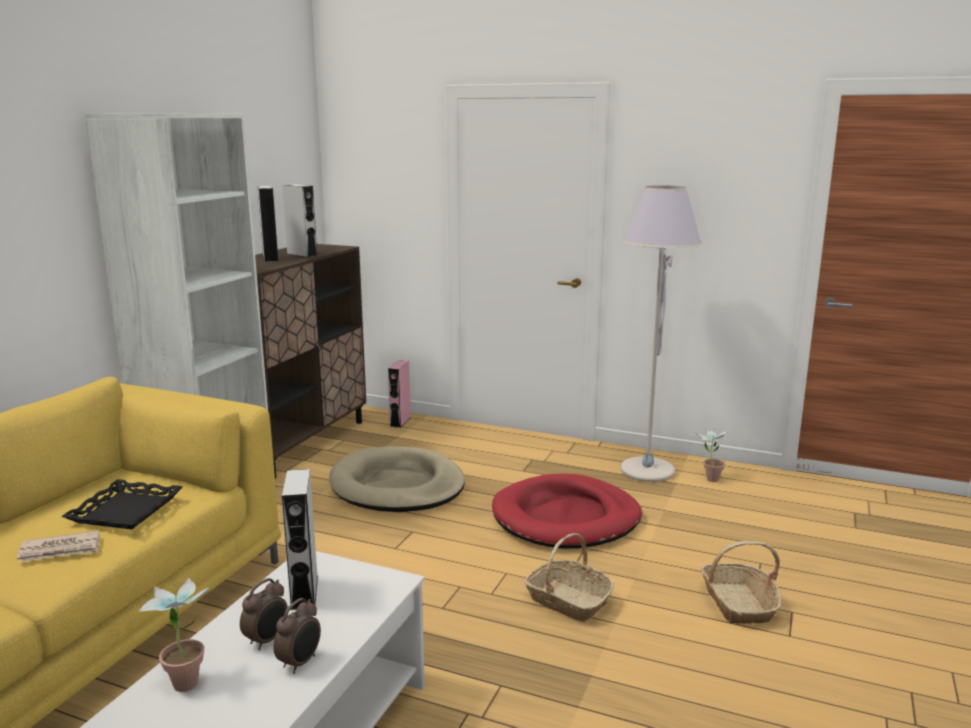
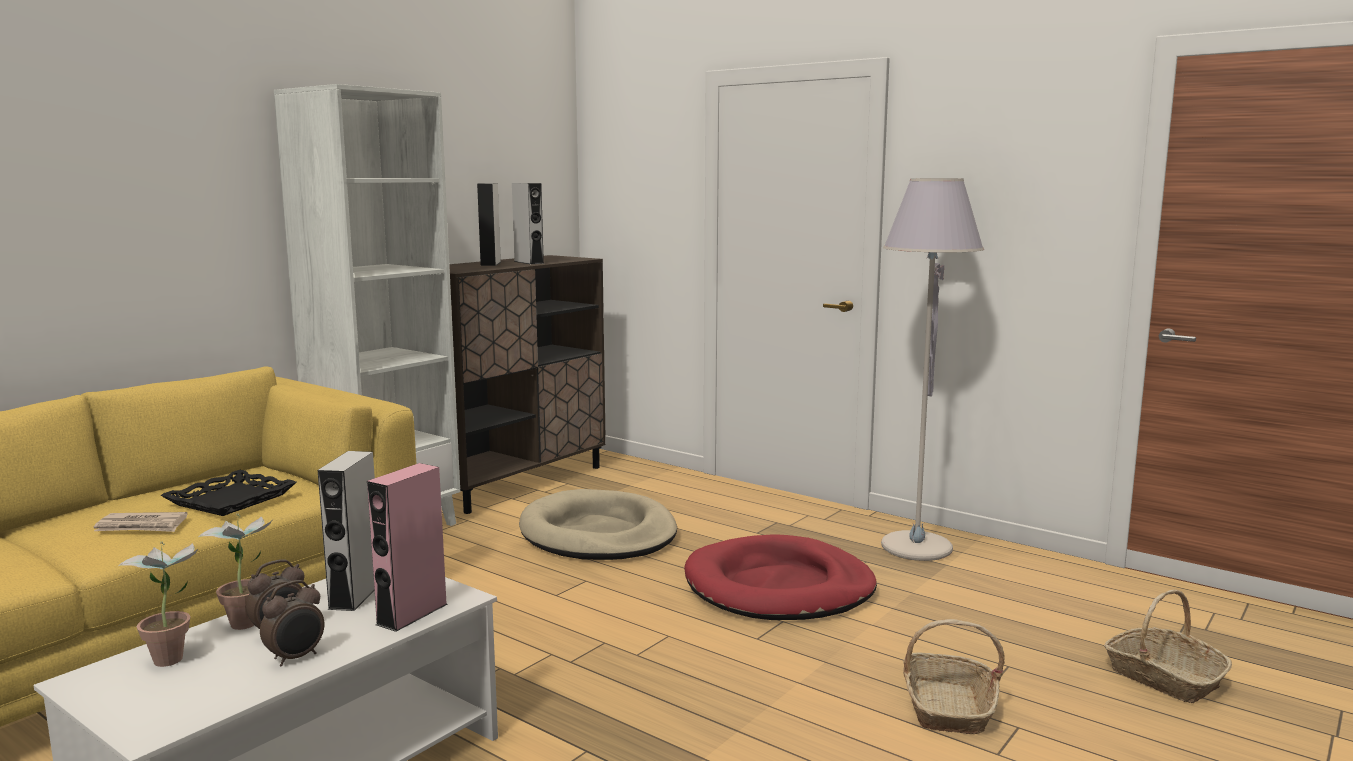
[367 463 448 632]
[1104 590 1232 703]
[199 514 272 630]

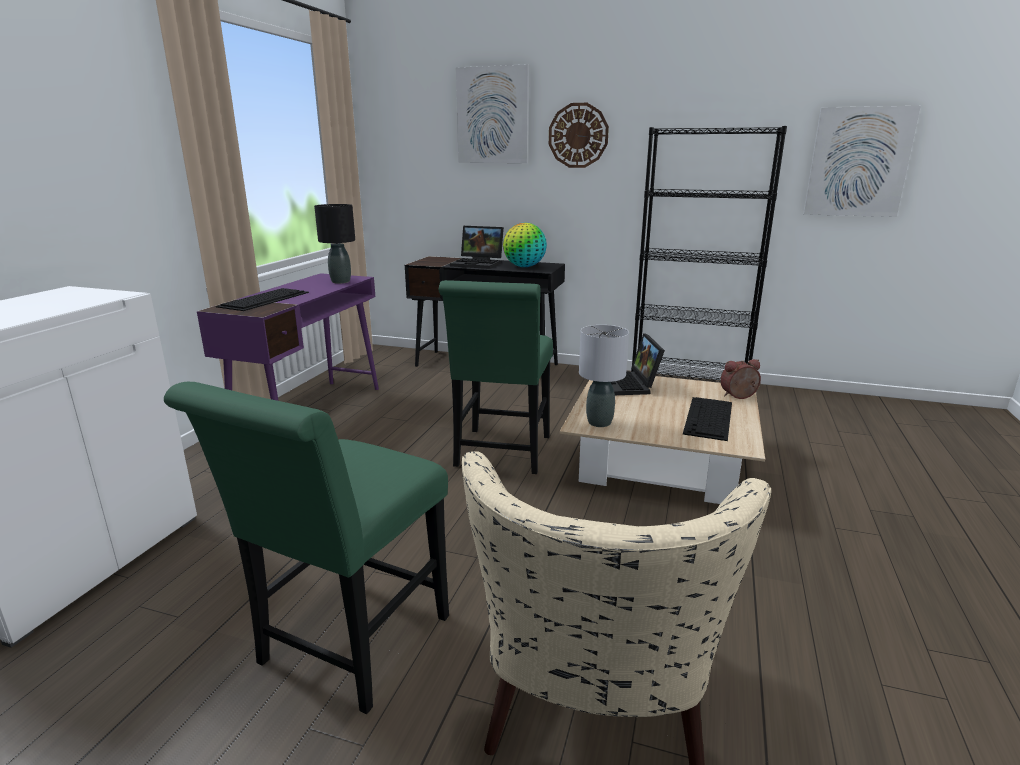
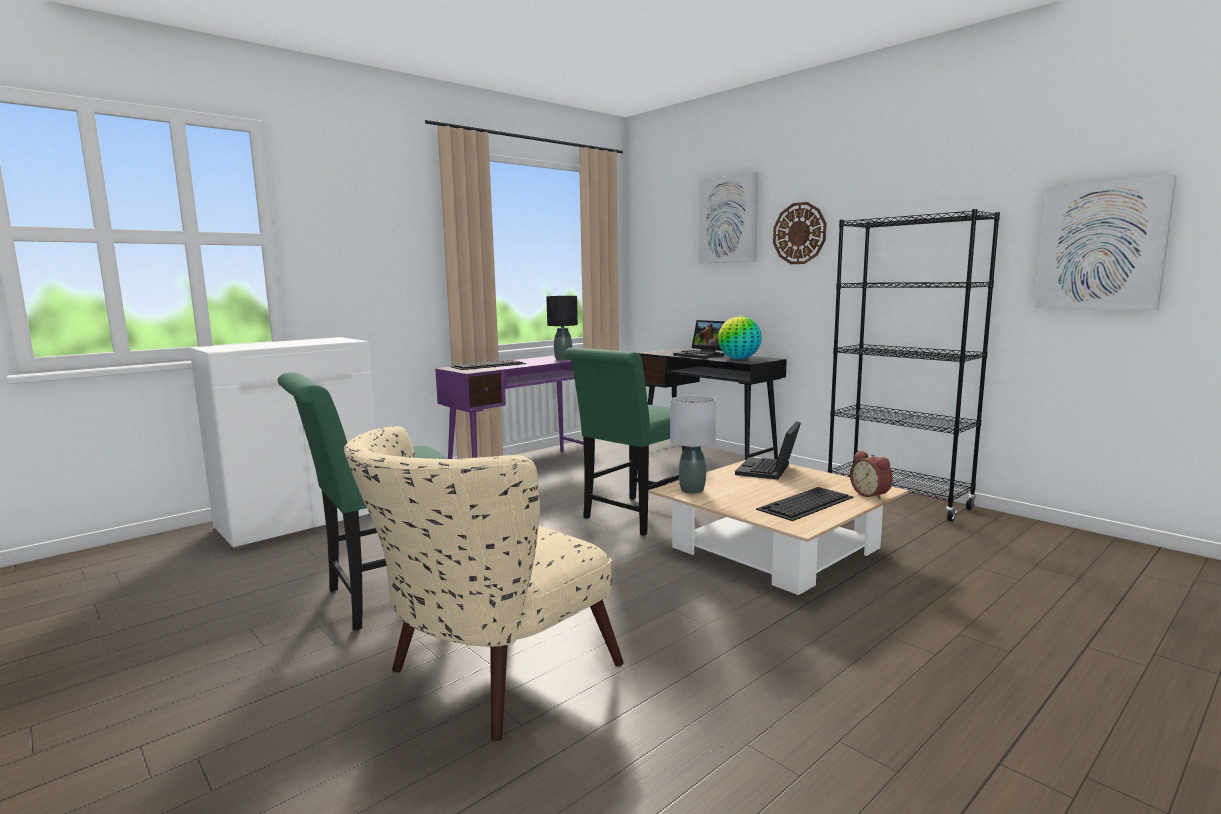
[850 450 893 500]

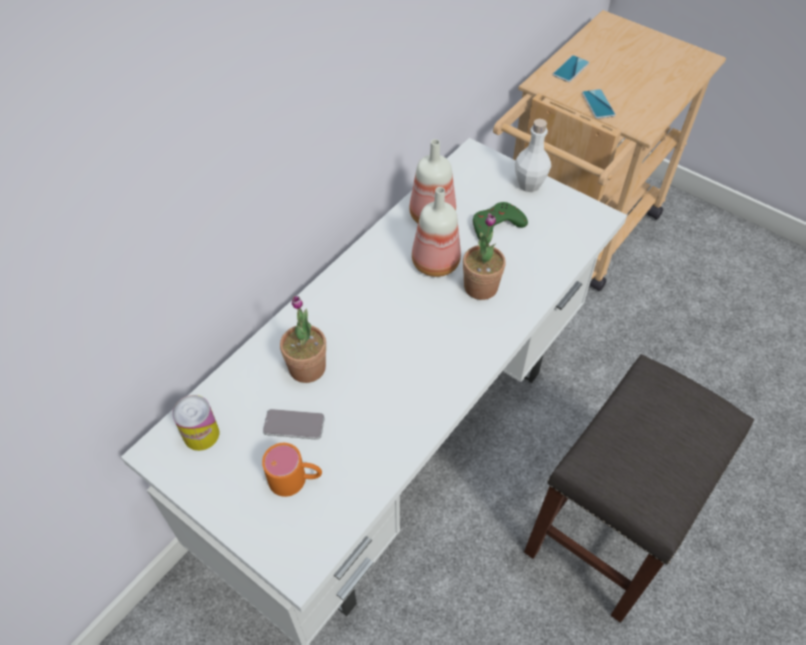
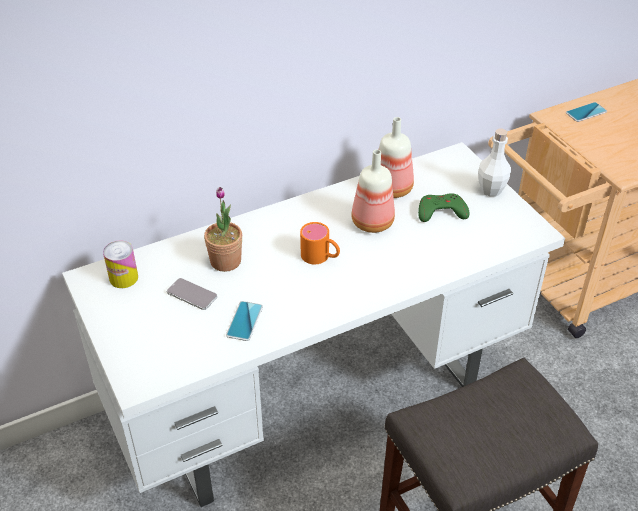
[463 213 506 300] (first image)
[300 222 340 264]
[226 301 263 341]

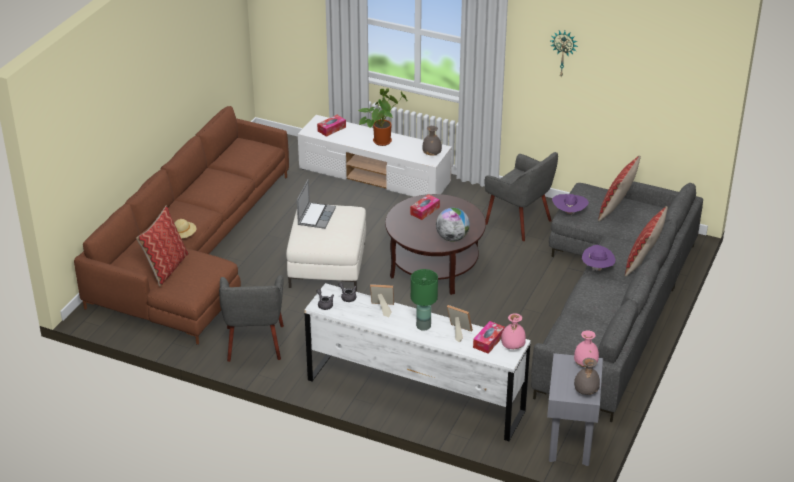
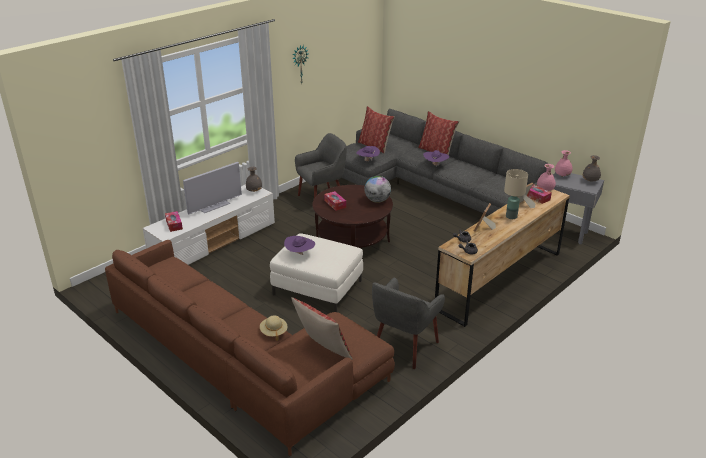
[284 236 315 255]
[183 162 242 215]
[435 185 570 327]
[504 169 528 219]
[372 278 445 369]

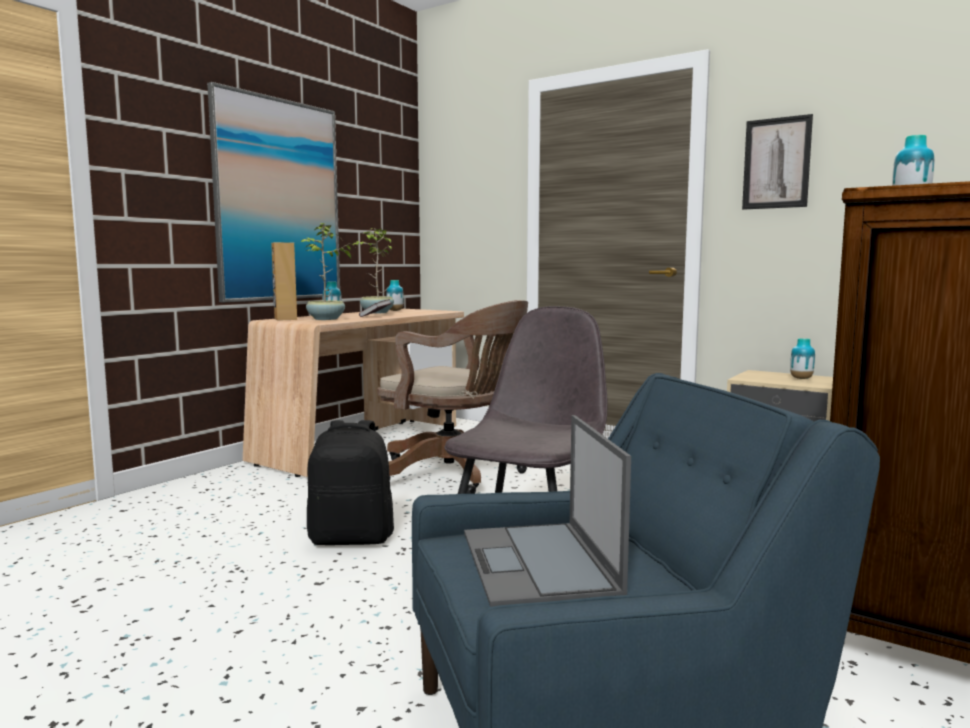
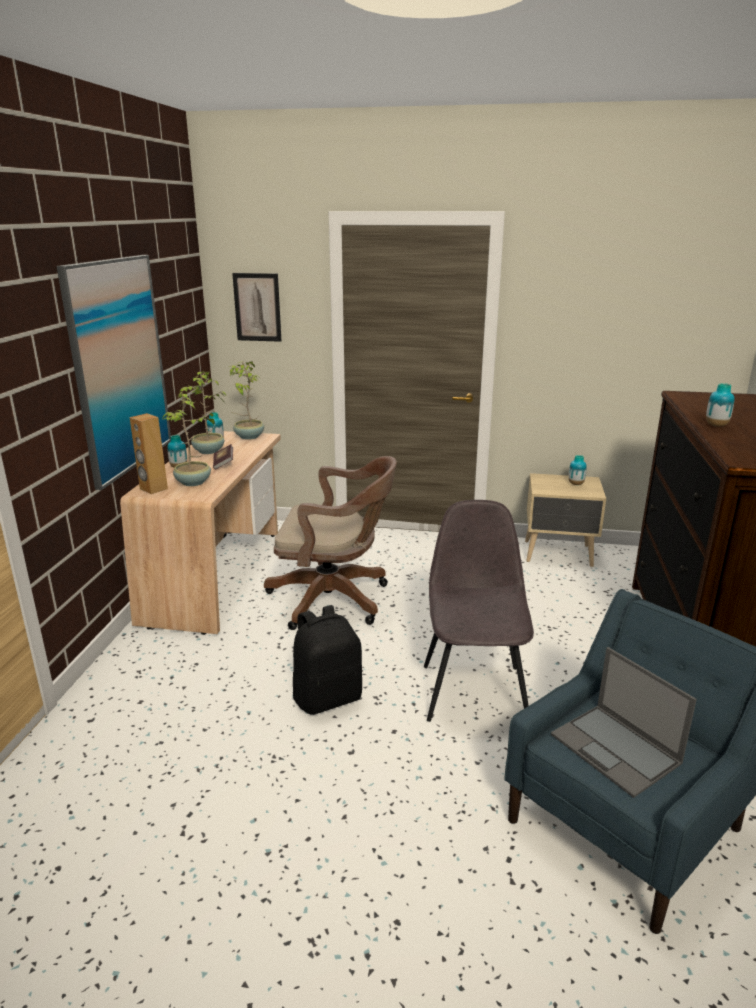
[229 361 264 440]
[232 273 281 342]

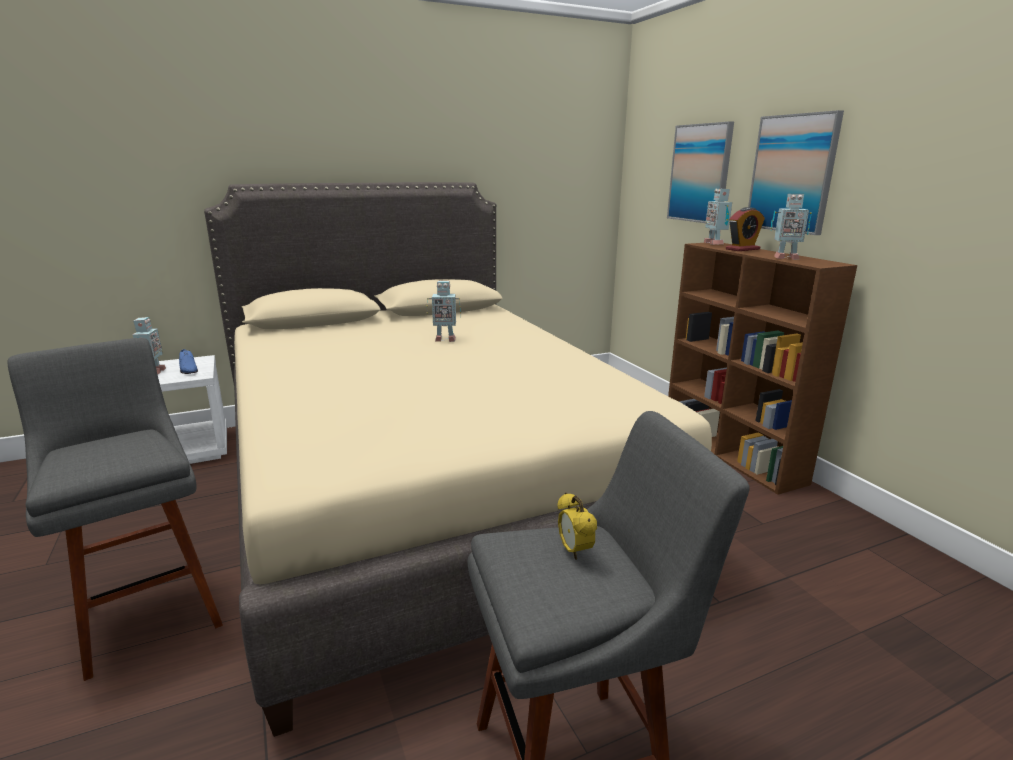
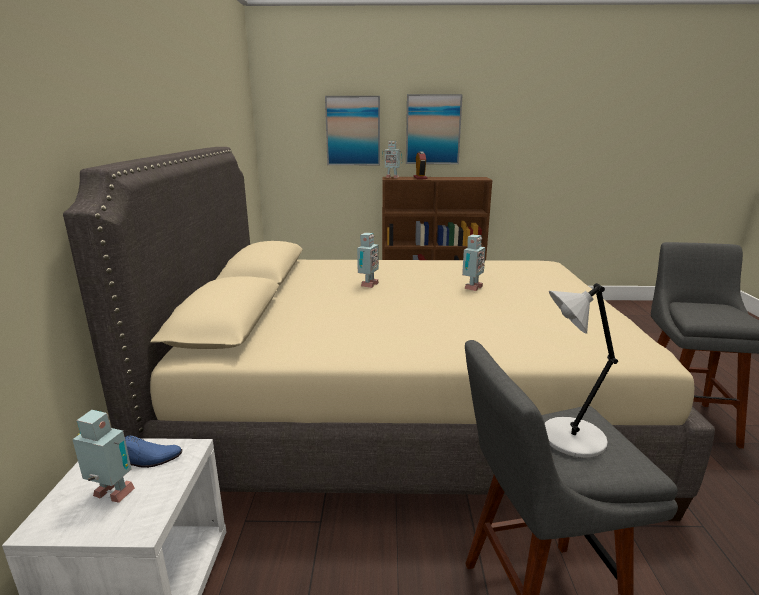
[557 493 597 560] (first image)
[545 283 618 458]
[462 235 486 291]

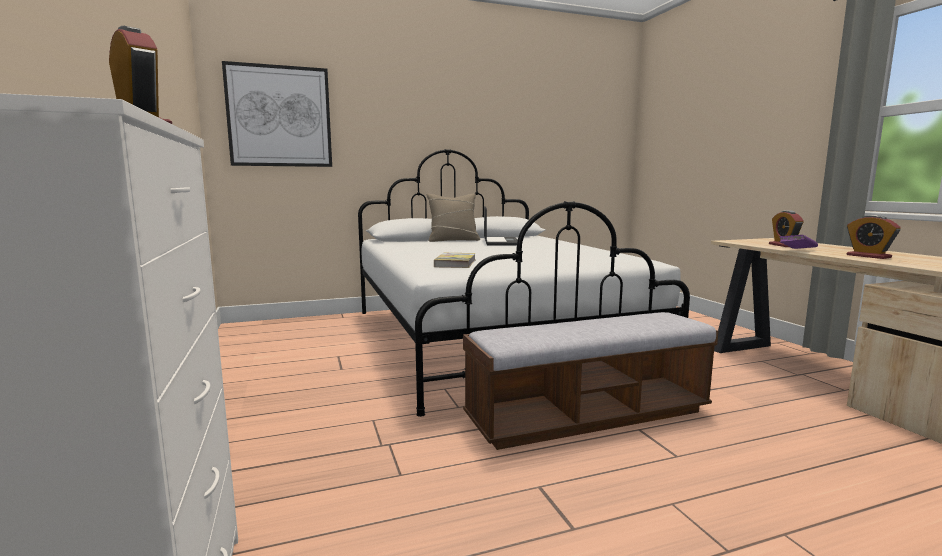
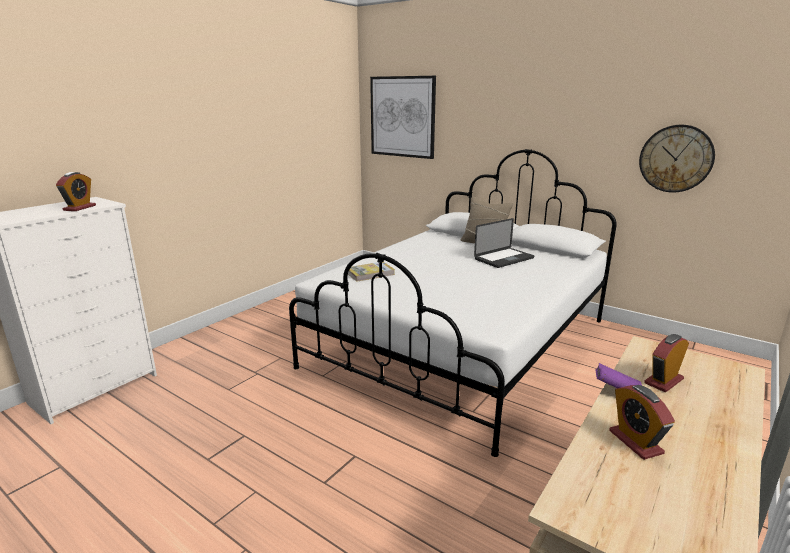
[463 312 718 450] (first image)
[639 125 715 193]
[609 385 675 460]

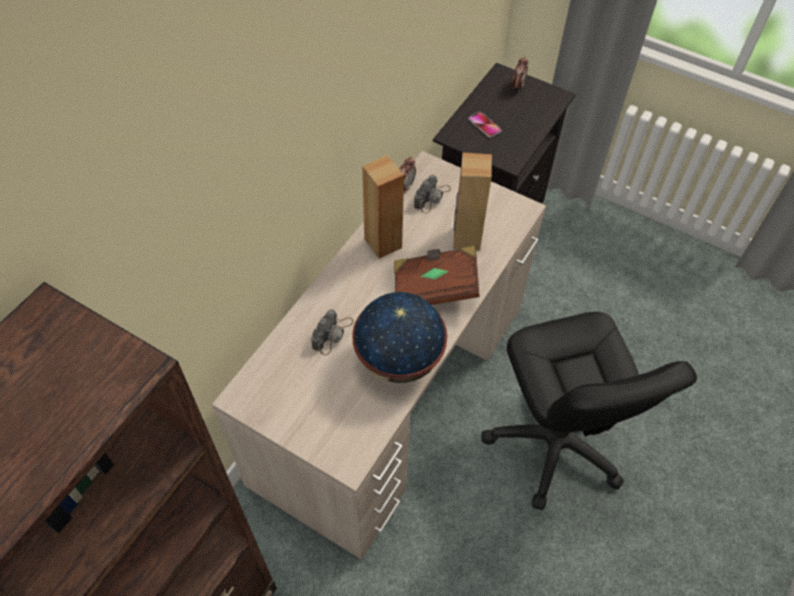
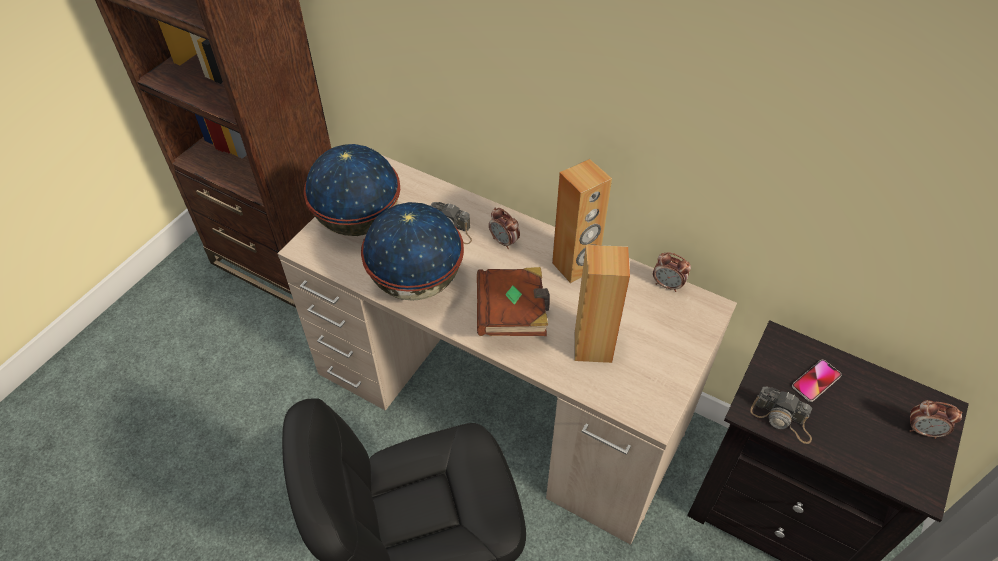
[304 144 400 236]
[489 208 520 249]
[750 387 812 444]

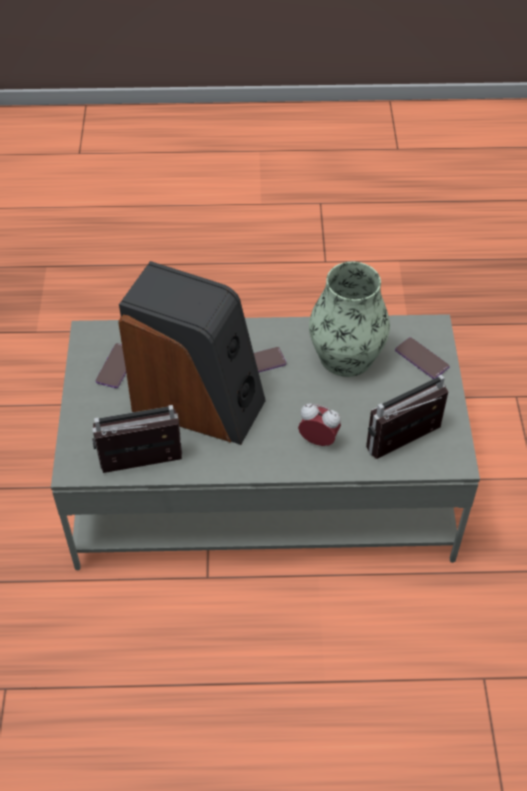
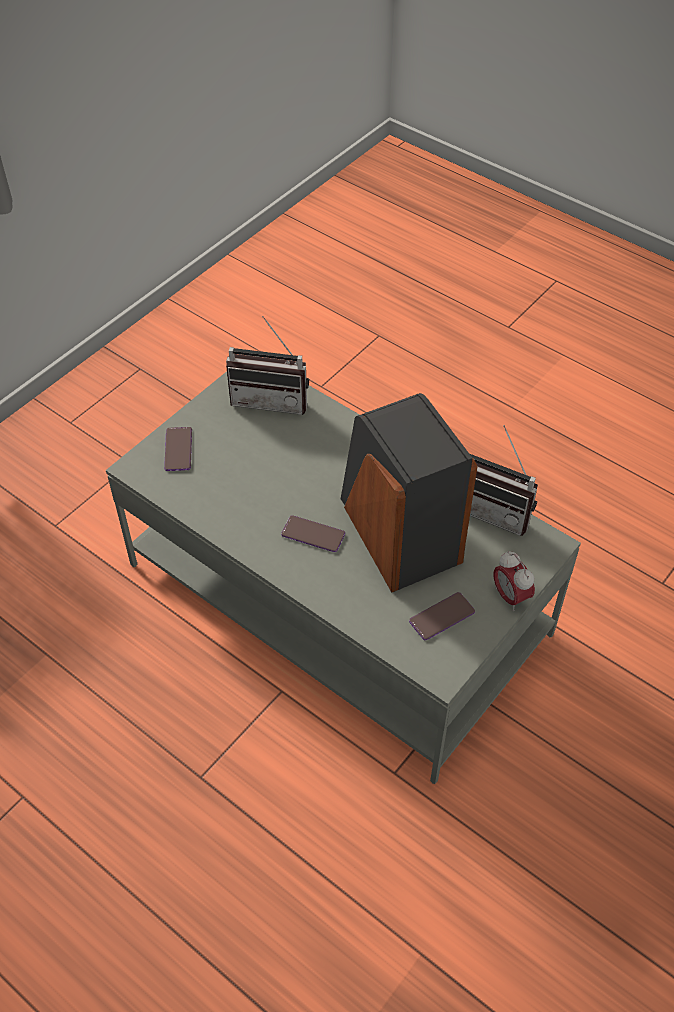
[309 262 390 377] (first image)
[494 551 535 611]

